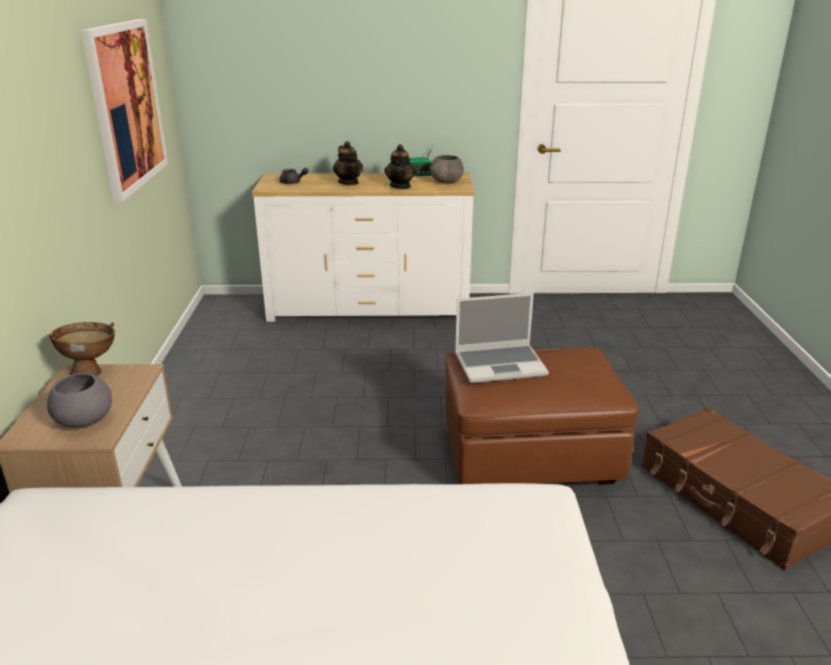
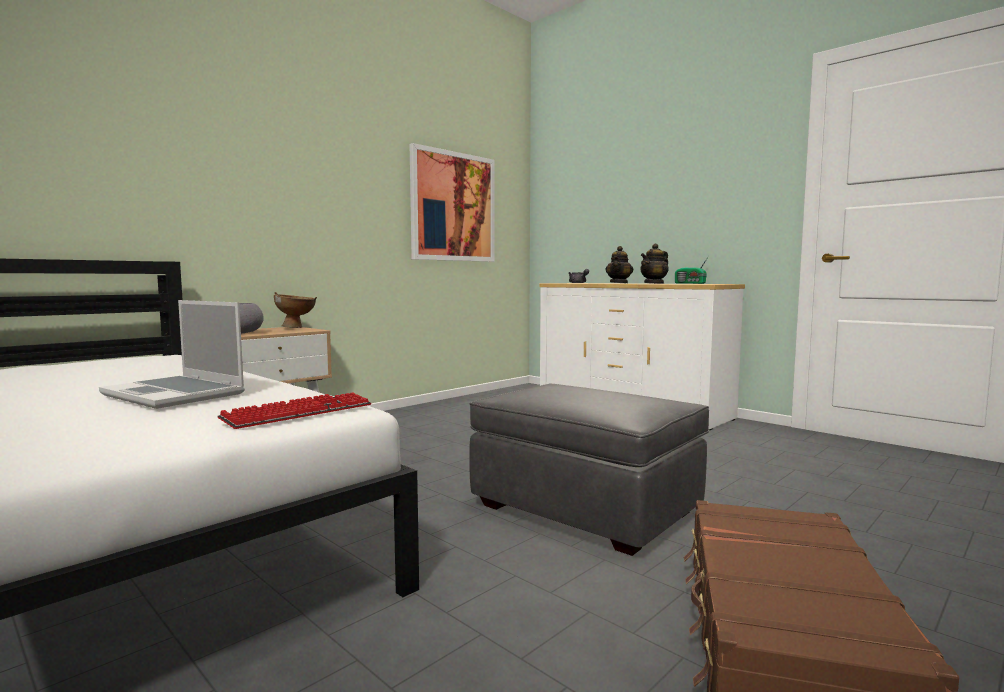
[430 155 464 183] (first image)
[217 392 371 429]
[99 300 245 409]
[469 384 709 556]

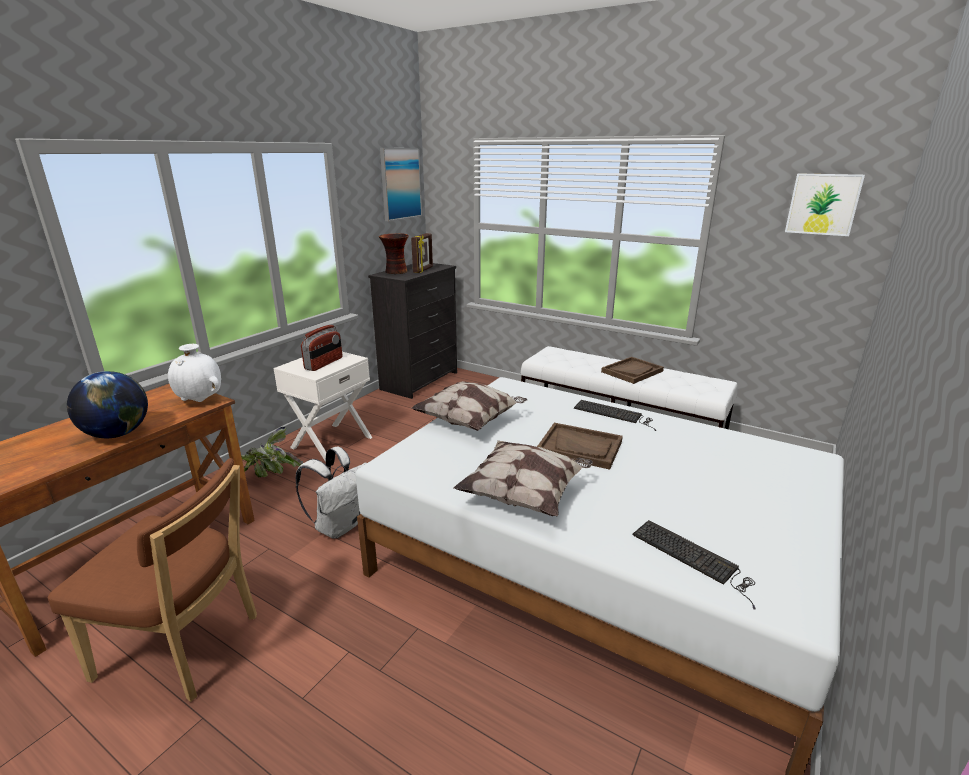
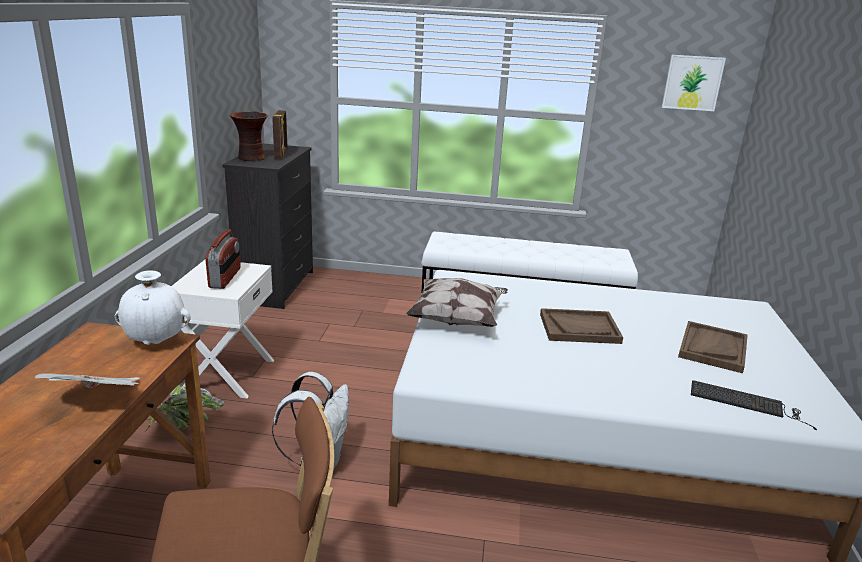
[380 148 422 221] (first image)
[453 440 593 516] (first image)
[574 400 656 431] (first image)
[678 321 748 373]
[35 373 140 388]

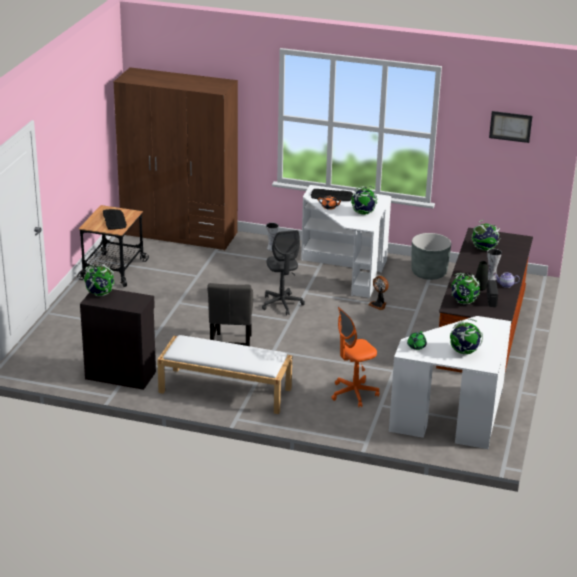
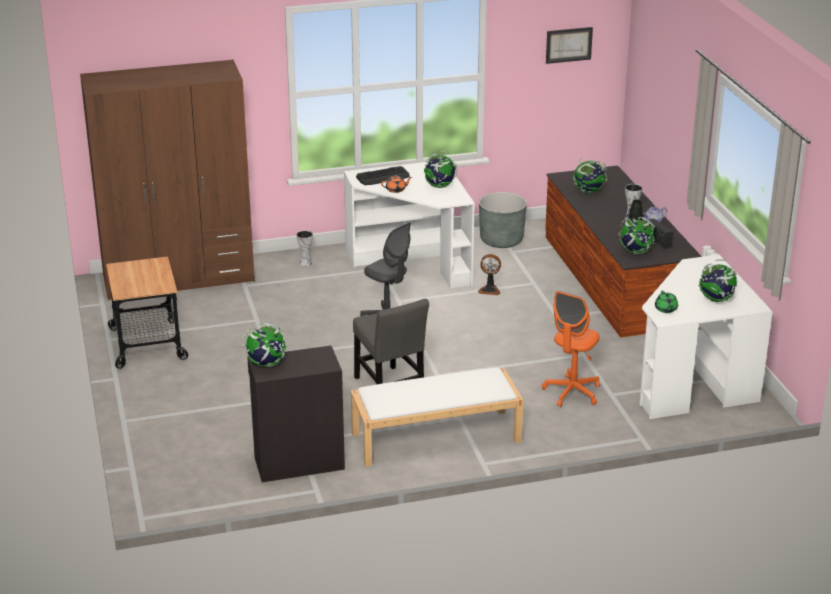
[103 209 127 230] (first image)

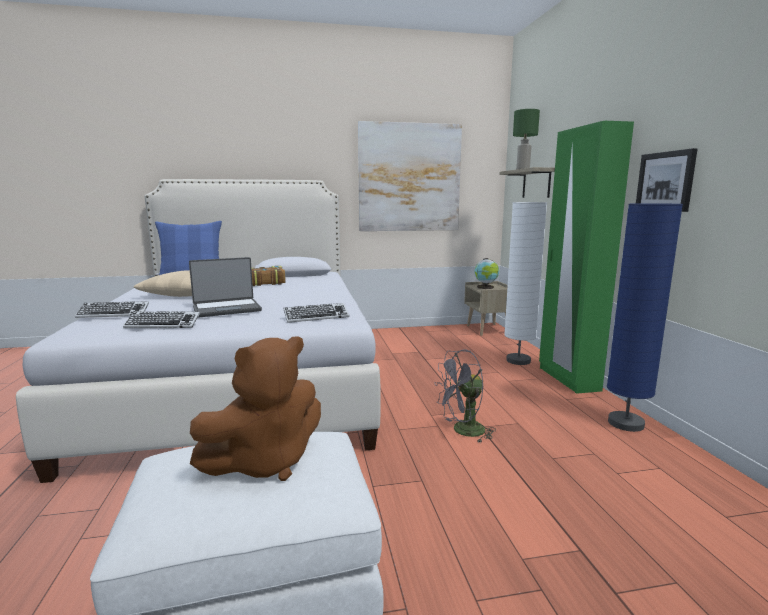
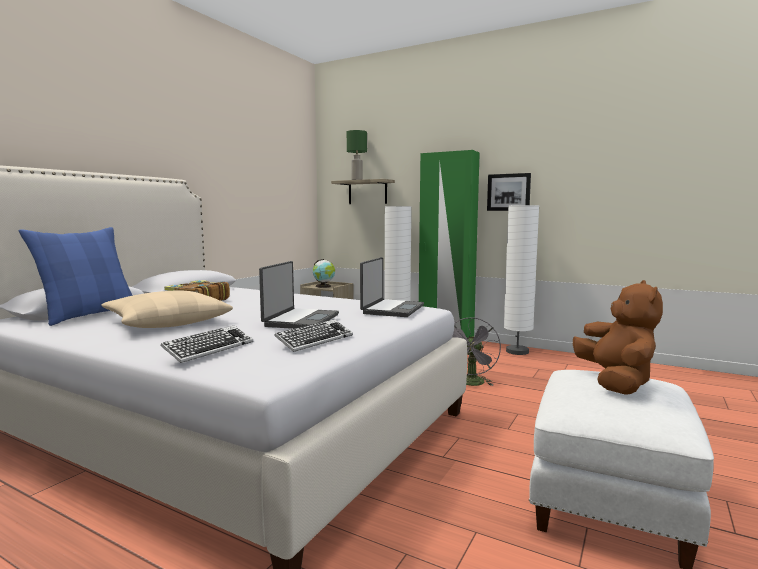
[358 121 462 231] (first image)
[360 257 424 317]
[504 205 539 355]

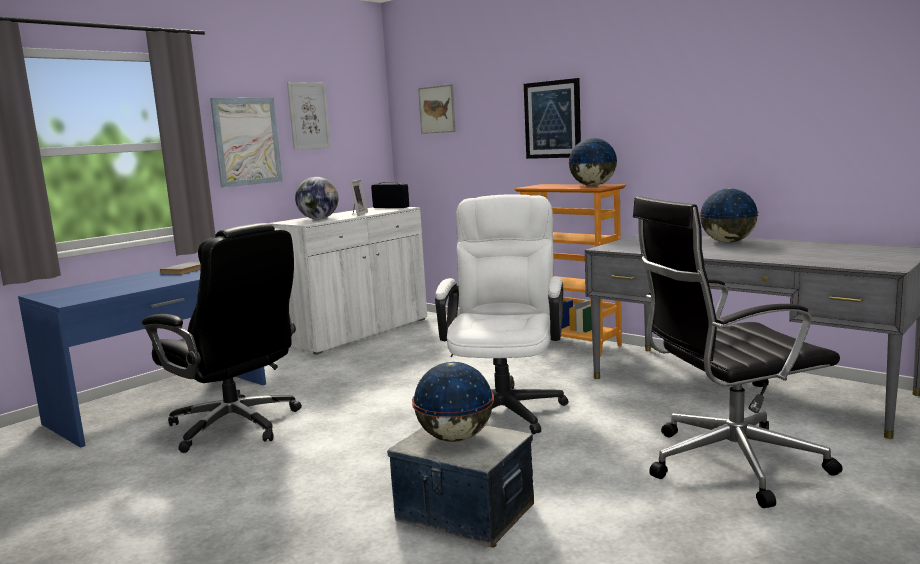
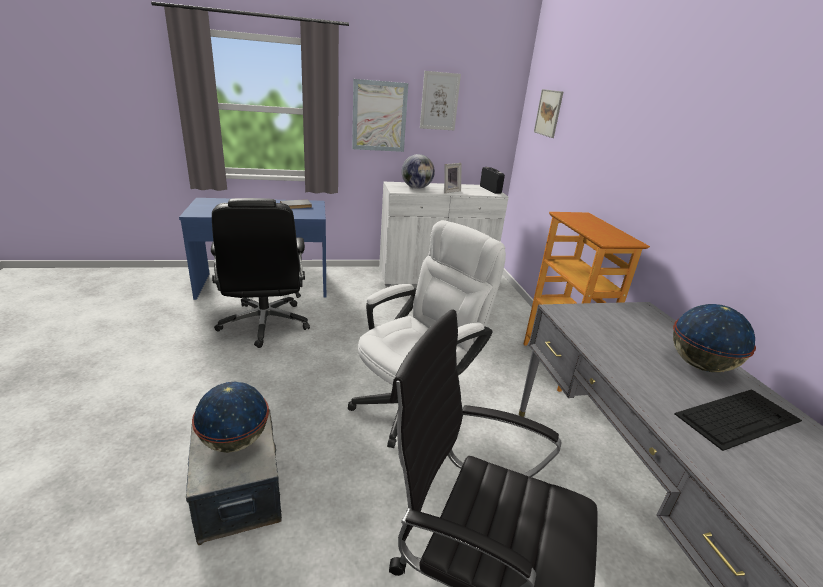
[524 78 581 159] (first image)
[568 138 618 186] (first image)
[674 389 802 451]

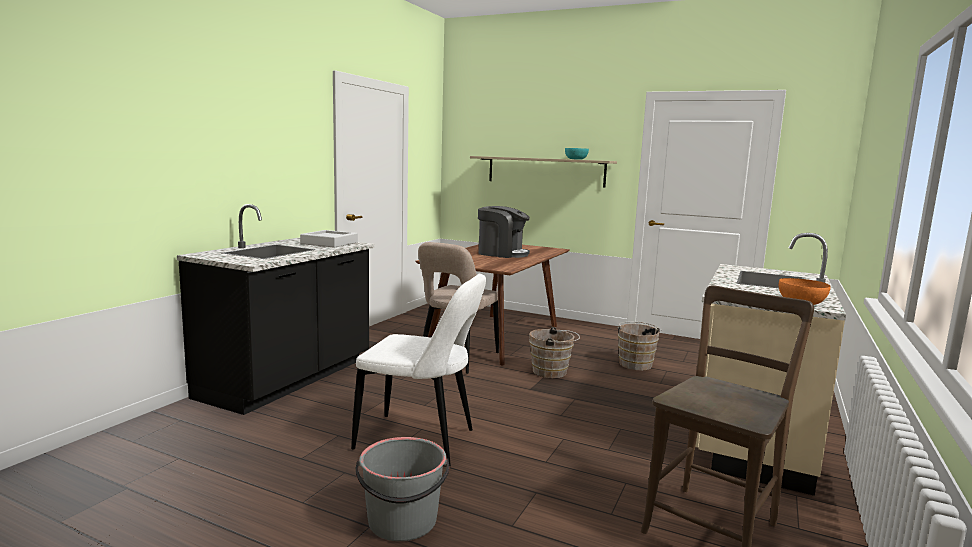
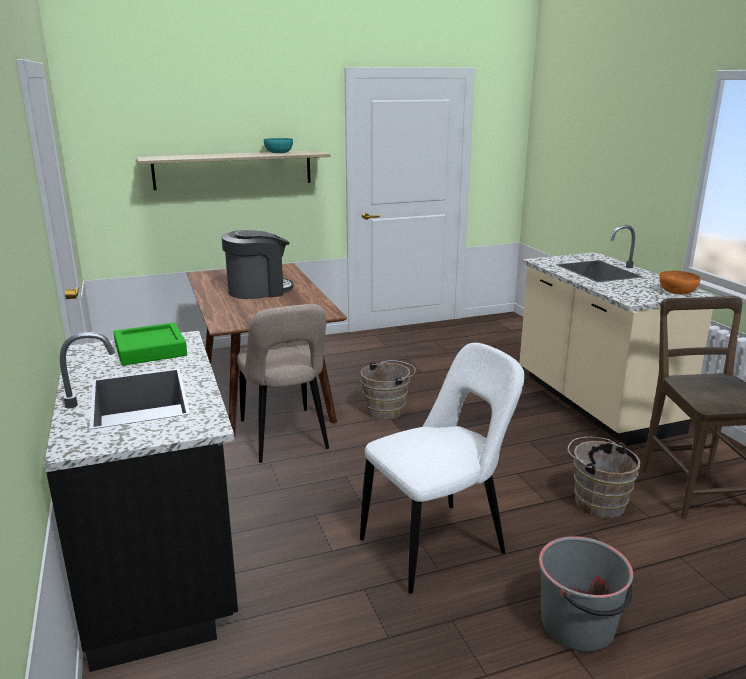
[568 437 641 518]
[114 322 187 366]

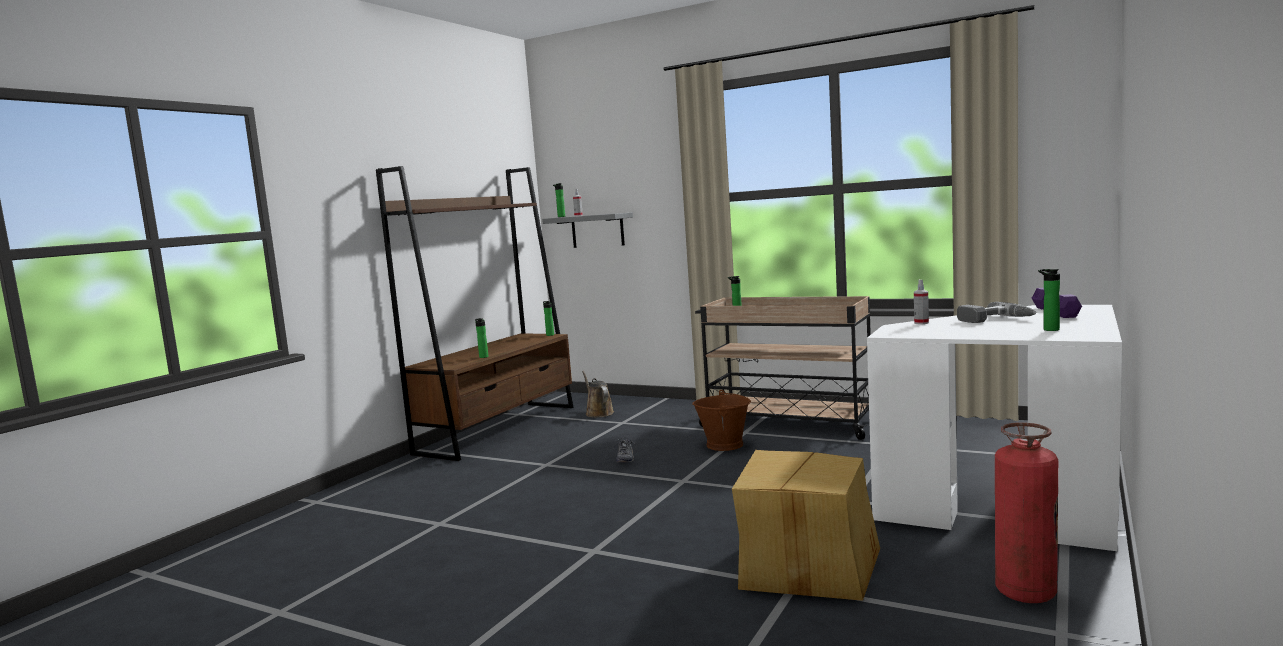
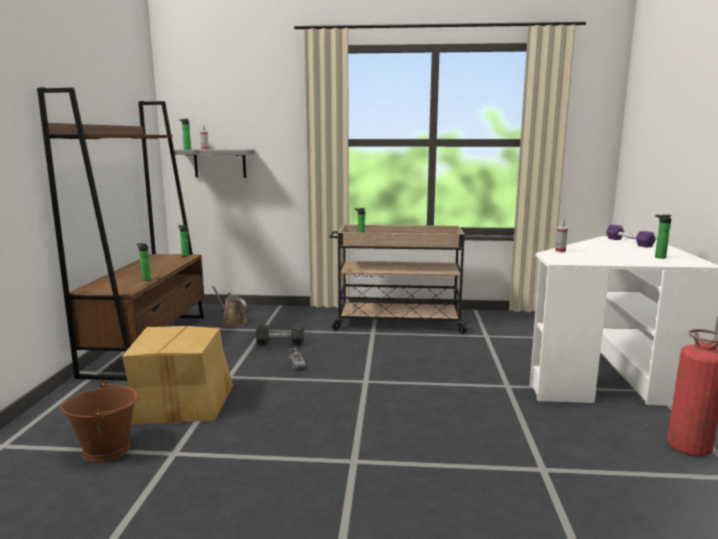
[957 302 1036 323] (first image)
[256 325 304 345]
[60 381 138 463]
[122 326 233 425]

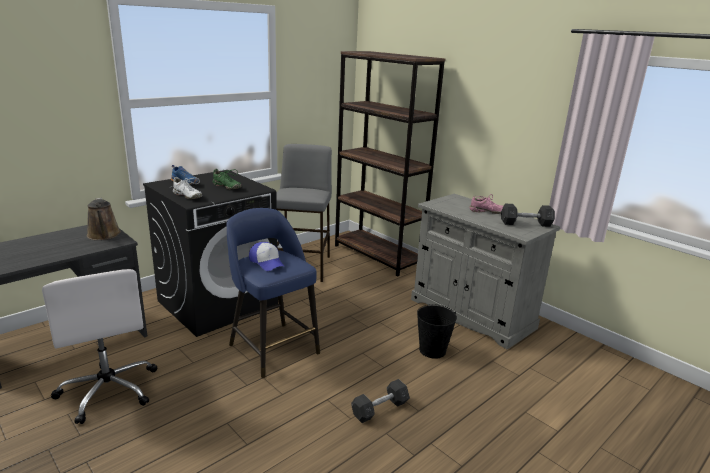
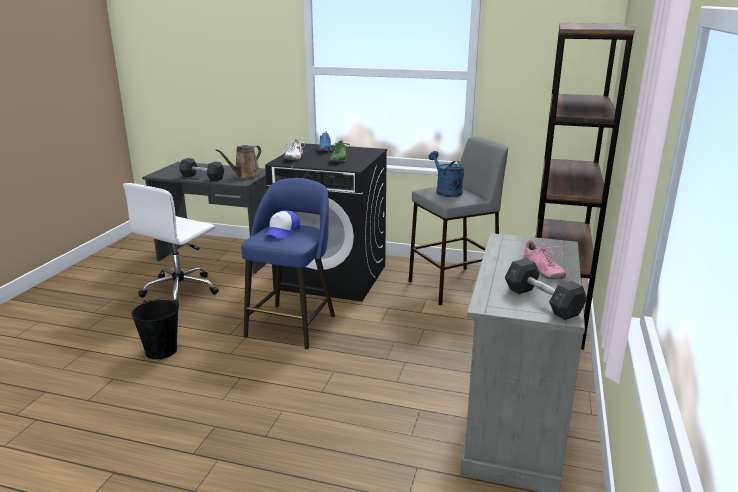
[428 151 464 197]
[179 158 225 181]
[132 299 179 359]

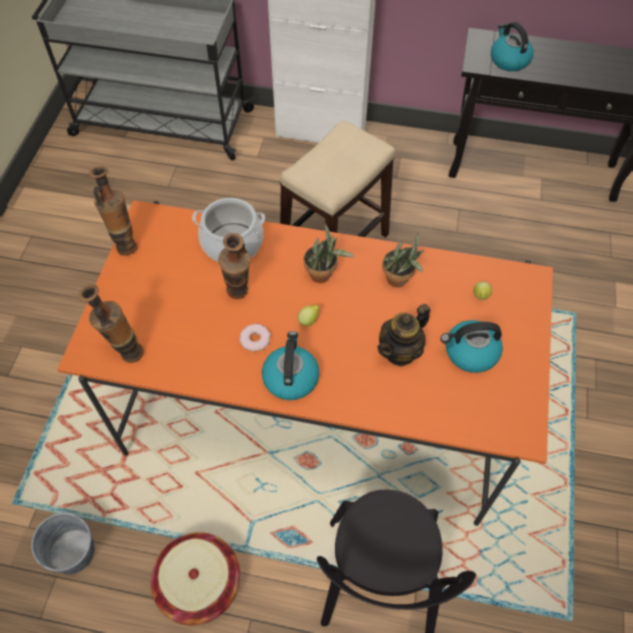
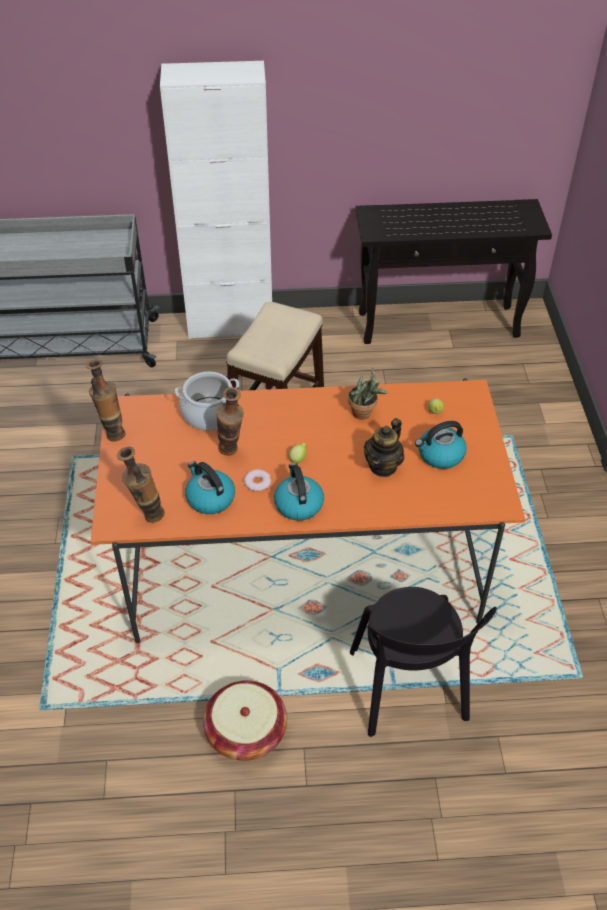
[31 512 95 574] (first image)
[304 223 355 283] (first image)
[185 461 235 514]

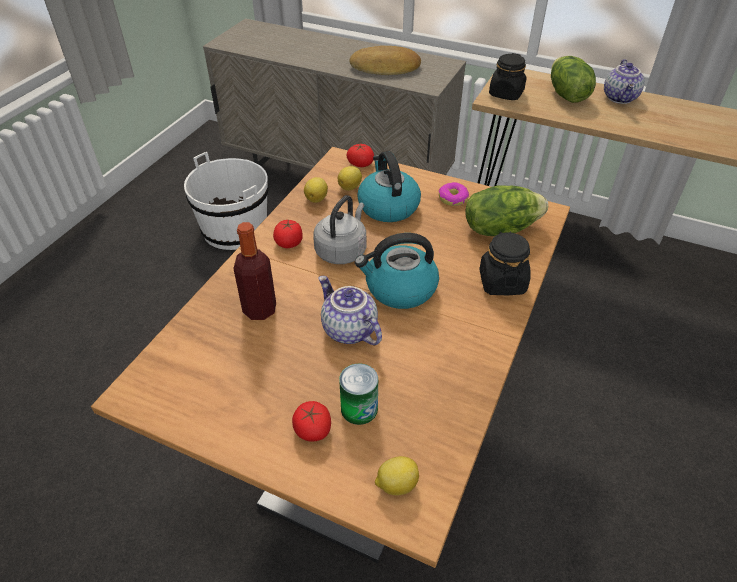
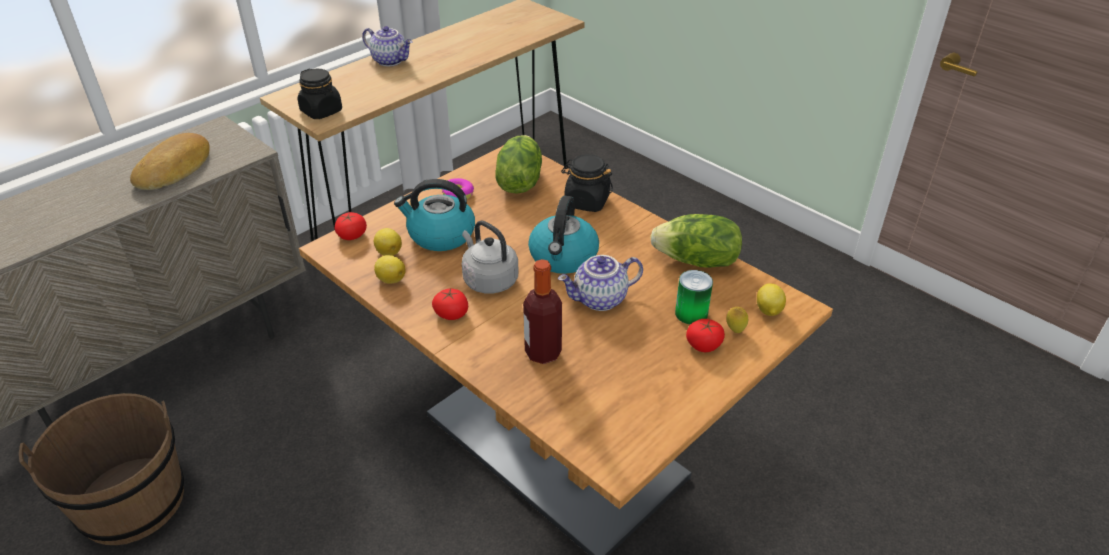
[726 307 748 333]
[650 214 742 268]
[19 393 184 545]

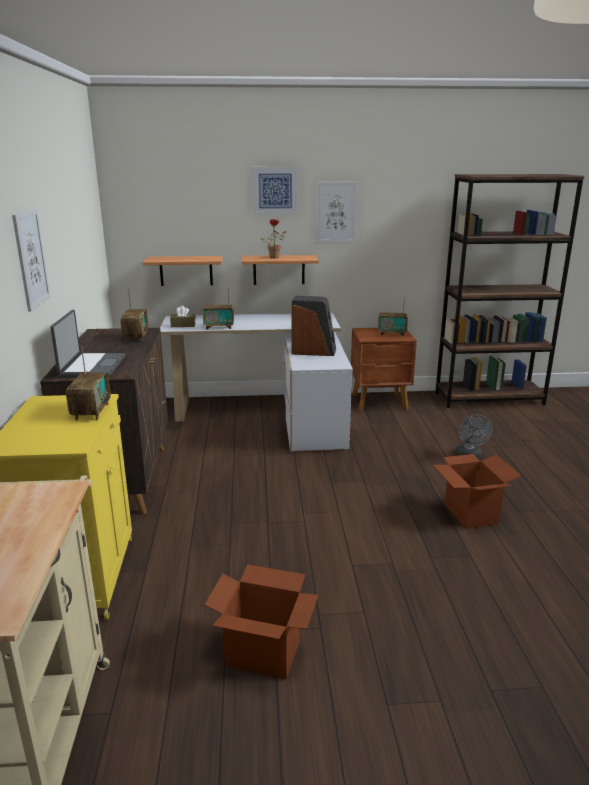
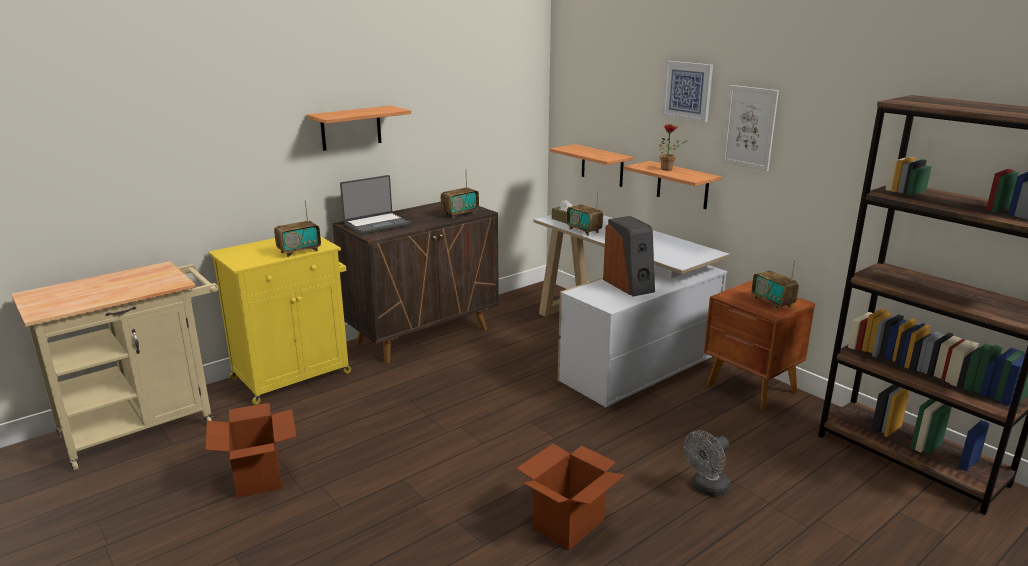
[306 106 411 151]

